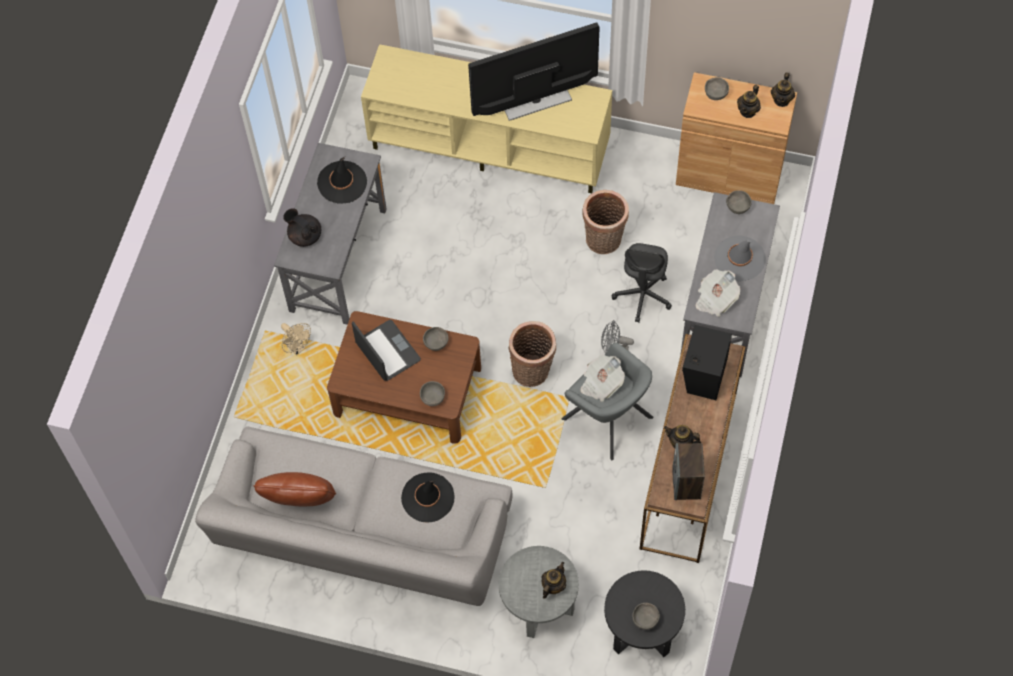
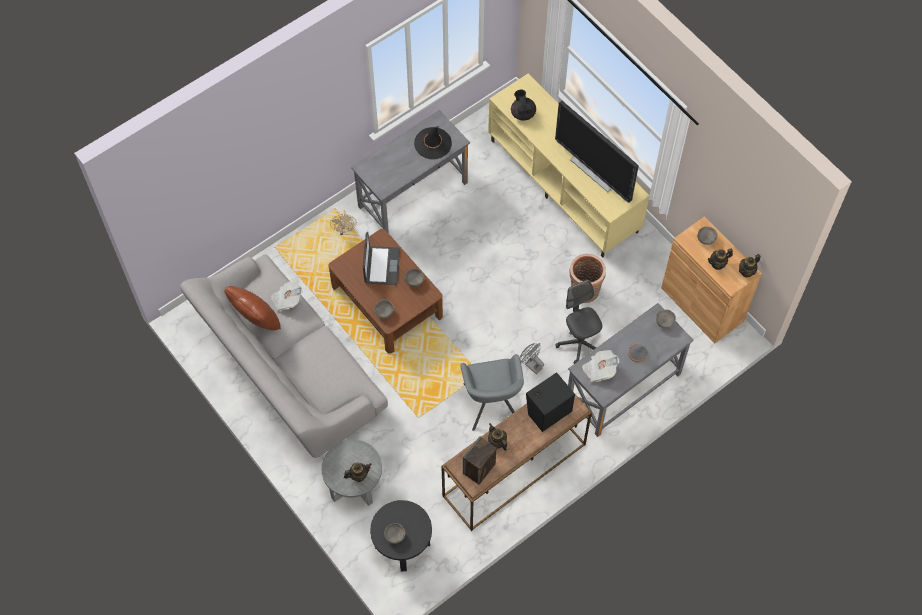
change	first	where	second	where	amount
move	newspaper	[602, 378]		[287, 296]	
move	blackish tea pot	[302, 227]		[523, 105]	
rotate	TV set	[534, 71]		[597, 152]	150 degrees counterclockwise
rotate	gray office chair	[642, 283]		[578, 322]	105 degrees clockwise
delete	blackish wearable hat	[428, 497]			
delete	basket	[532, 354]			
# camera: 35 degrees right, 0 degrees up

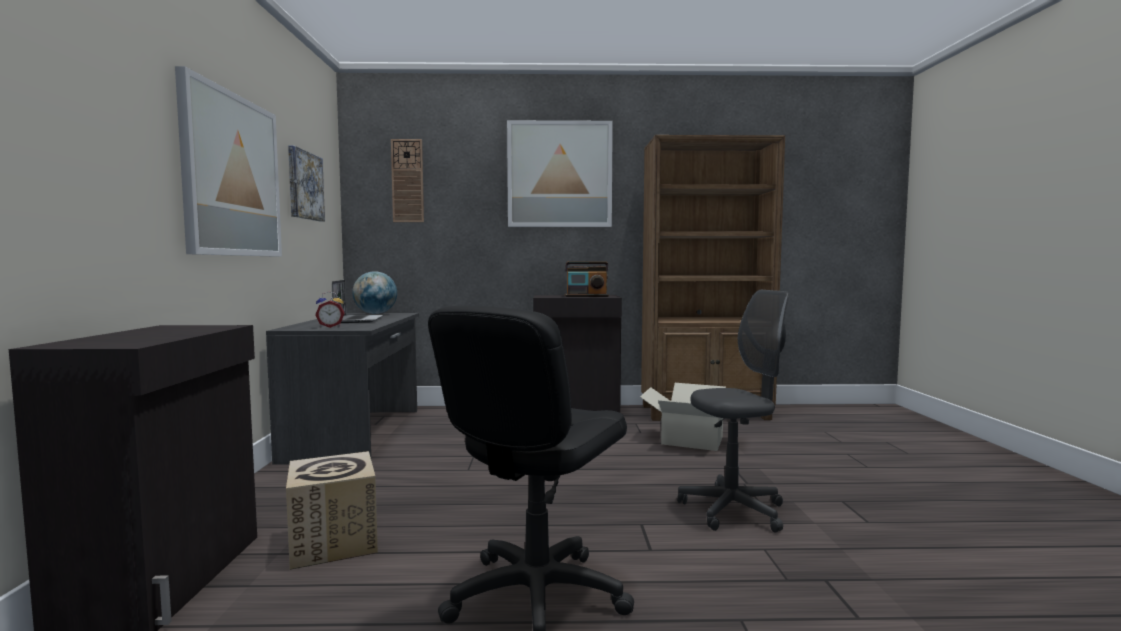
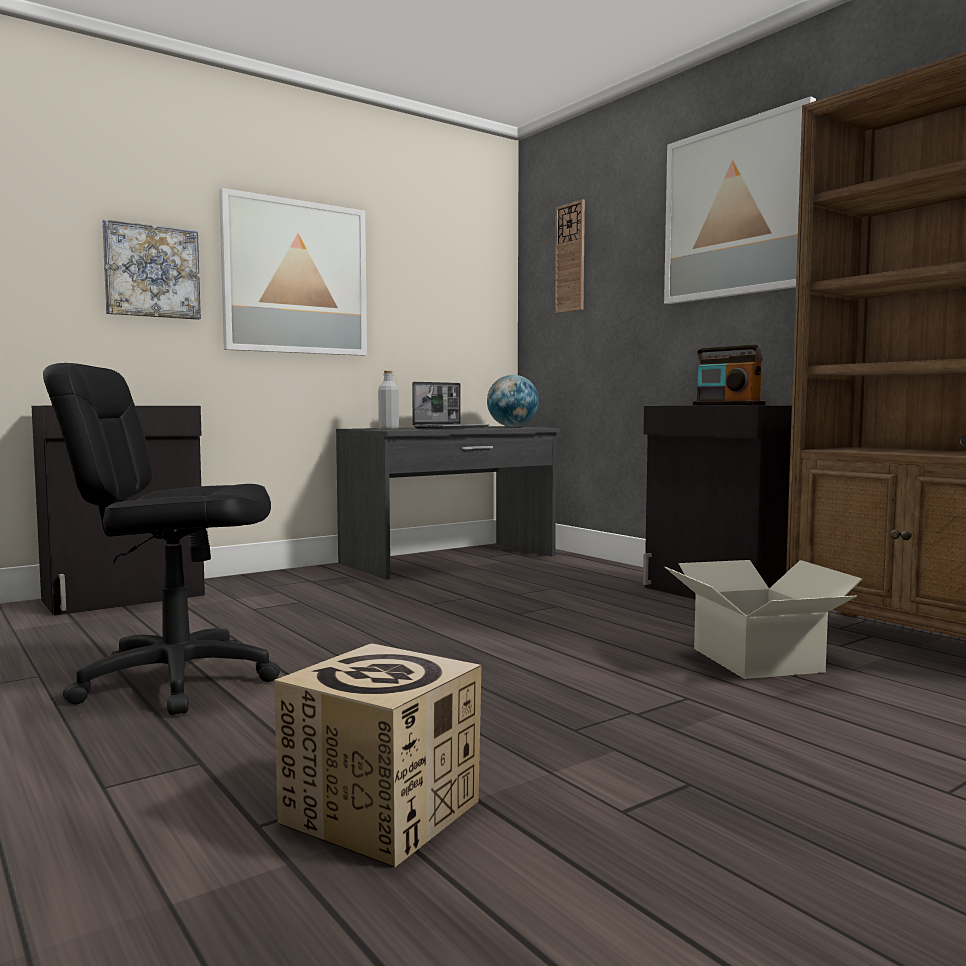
change	first	where	second	where	amount
move	wall art	[306, 183]		[151, 269]	
move	carton	[332, 510]		[377, 755]	
replace	table clock	[330, 309]	gray bottle	[388, 400]	
delete	gray office chair	[733, 411]			
# camera: 55 degrees right, 0 degrees up

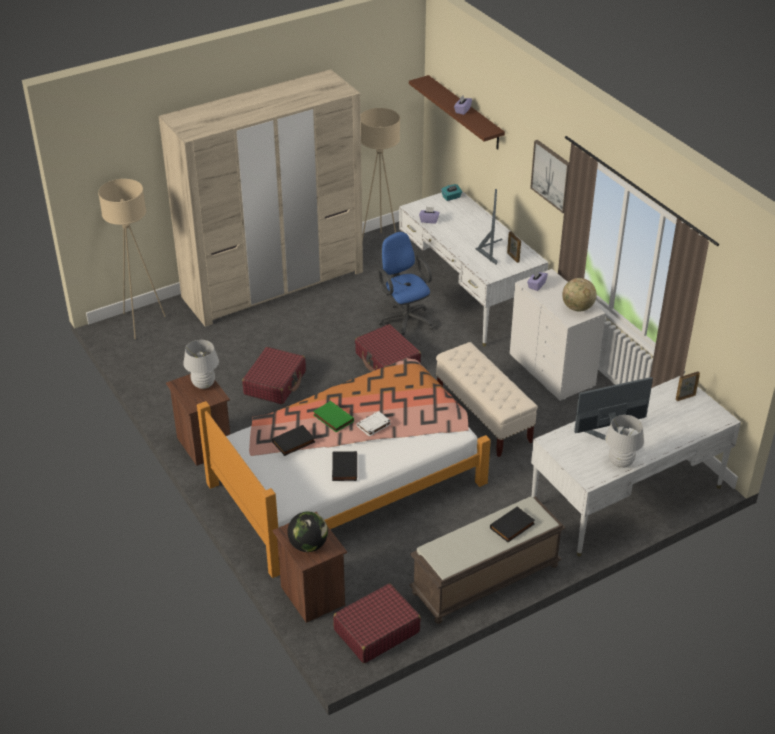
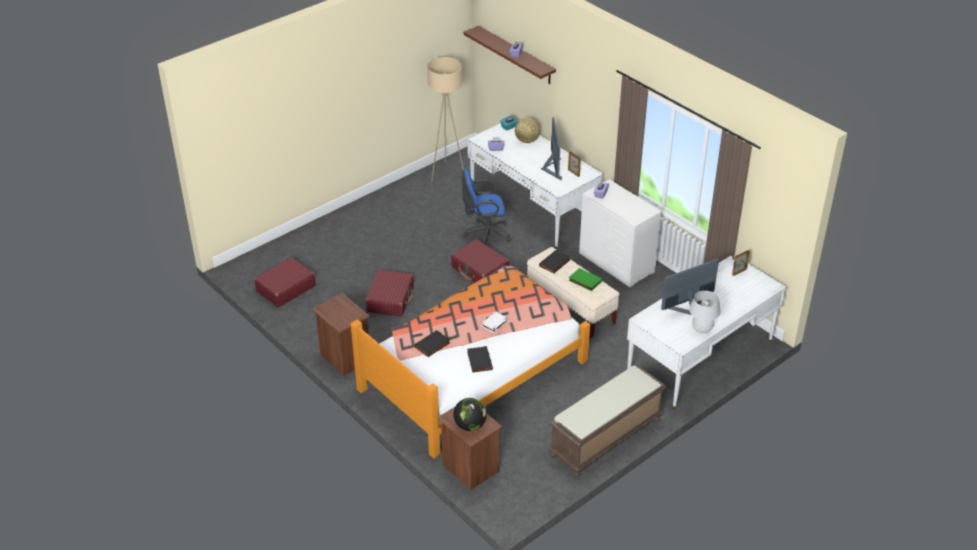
change	first	where	second	where	amount
move	reddish travel case	[377, 623]		[284, 282]	
rotate	blue office chair	[406, 284]		[486, 207]	60 degrees counterclockwise
move	globe	[579, 295]		[527, 130]	
move	blackish bound book	[512, 524]		[554, 261]	
move	green bound book	[333, 416]		[585, 279]	
delete	sand-coloured standard lamp	[132, 259]			
delete	sand-coloured clothes cupboard	[260, 198]			
delete	white lamp for a table	[201, 364]			
delete	wall art	[549, 176]			
# camera: 10 degrees left, 0 degrees up

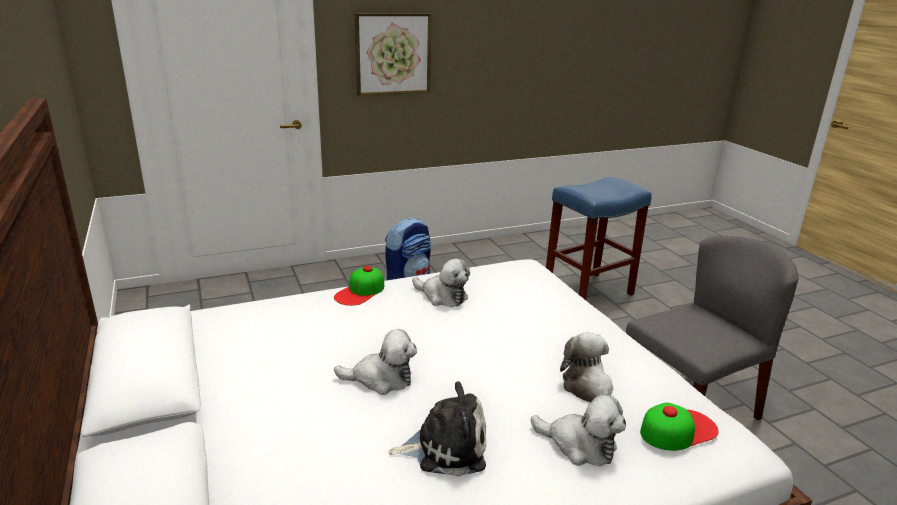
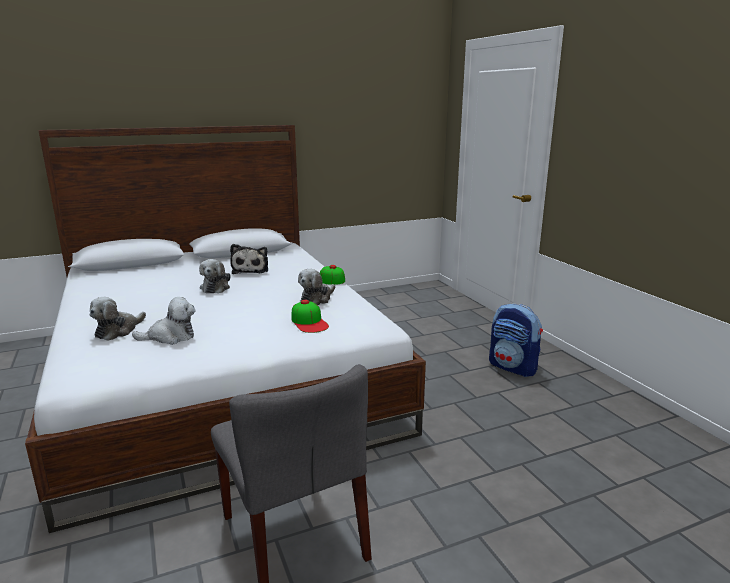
change	first	where	second	where	amount
move	cuddly toy	[437, 428]		[249, 259]	
move	peaked cap	[679, 427]		[310, 316]	
delete	wall art	[393, 54]			
delete	blue sitting stool	[599, 238]			
# camera: 90 degrees right, 5 degrees down

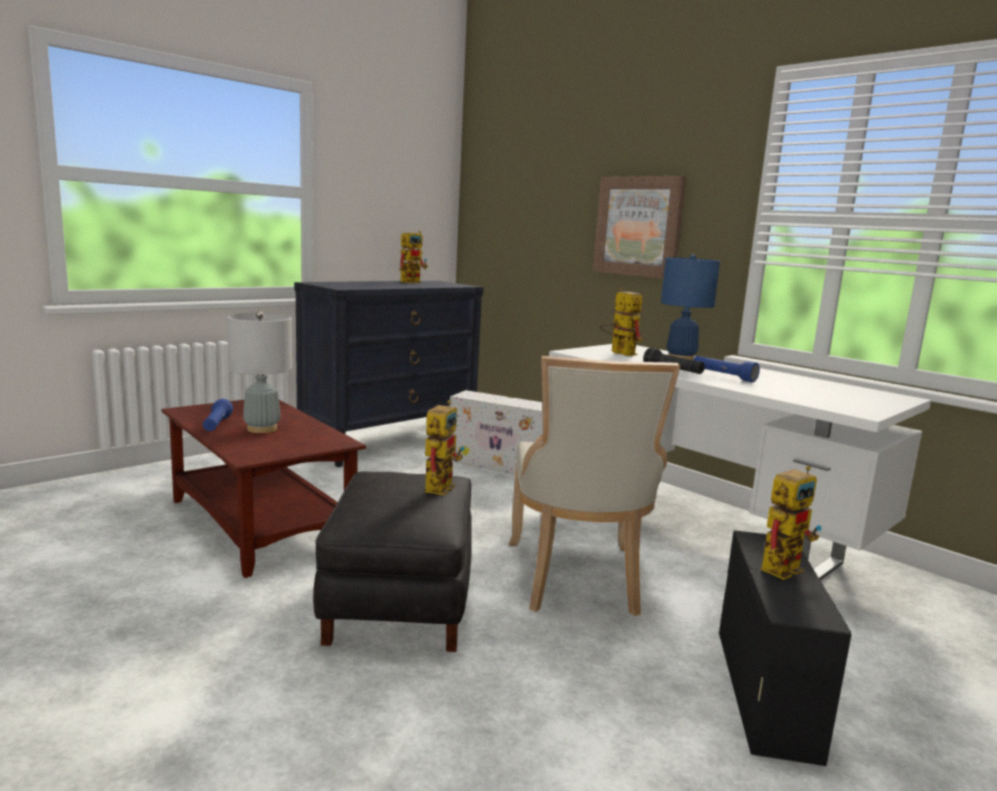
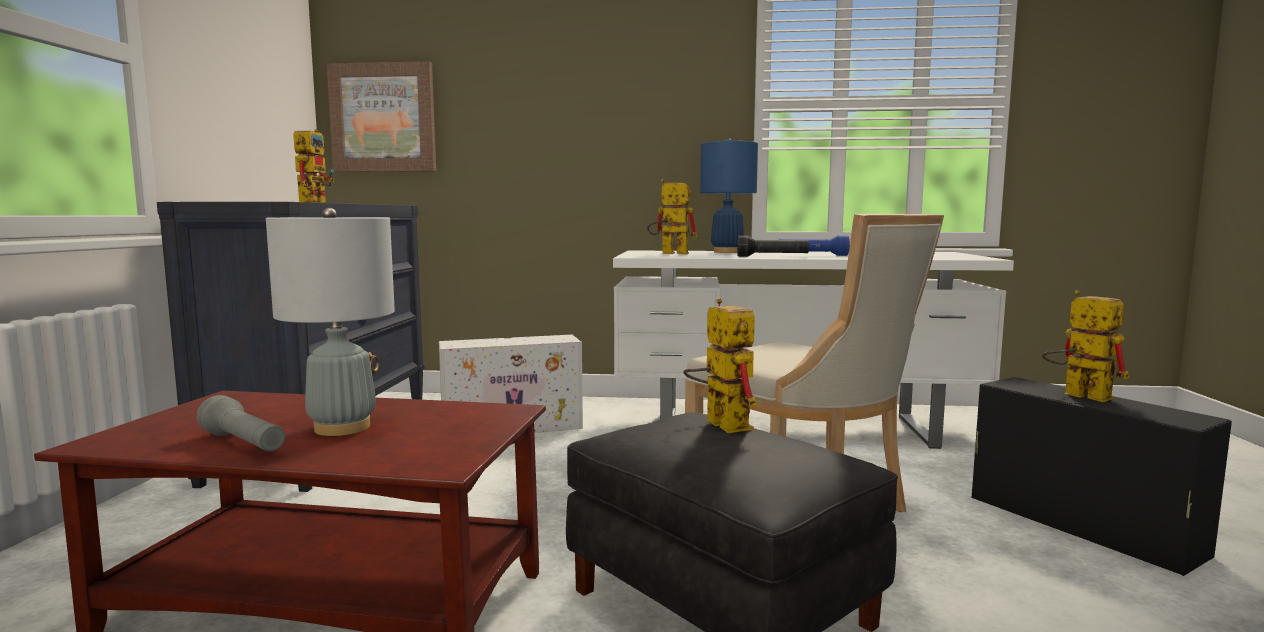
change	first	where	second	where	amount
recolor	blue torch	[218, 415]	gray torch	[241, 423]	
move	wall art	[639, 227]		[381, 116]	
rotate	robot figure	[791, 523]		[1086, 346]	45 degrees counterclockwise
# camera: 40 degrees left, 5 degrees down

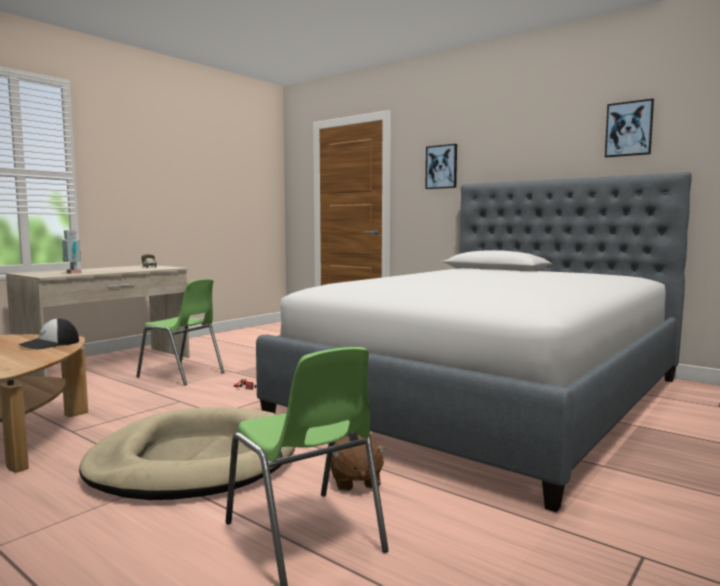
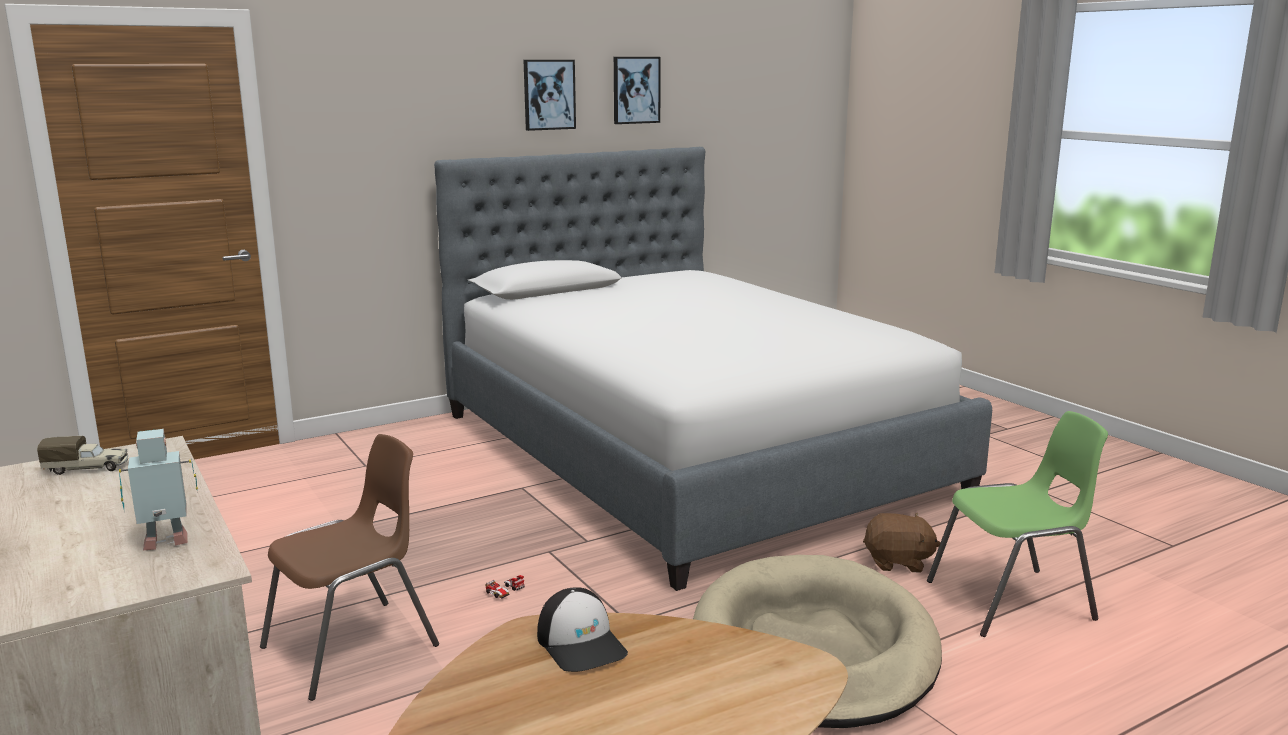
change	first	where	second	where	amount
recolor	green chair	[180, 332]	brown-coloured chair	[349, 567]	
move	wall art	[441, 166]		[550, 95]	
# camera: 70 degrees left, 10 degrees up

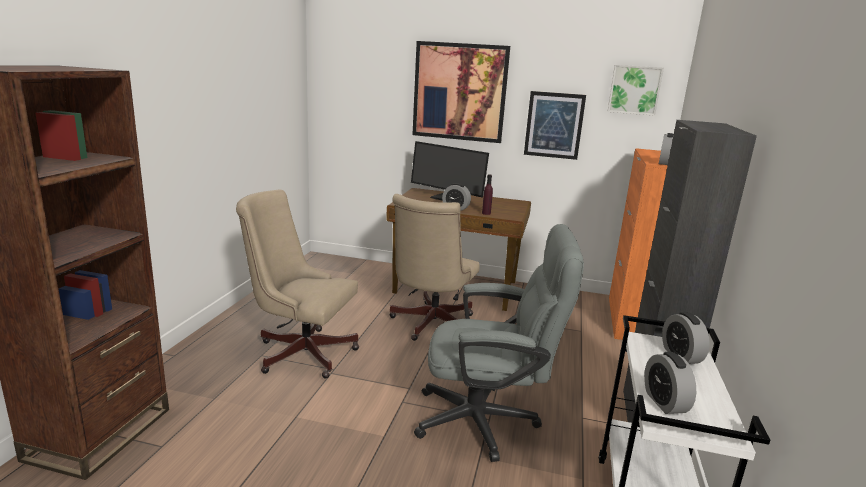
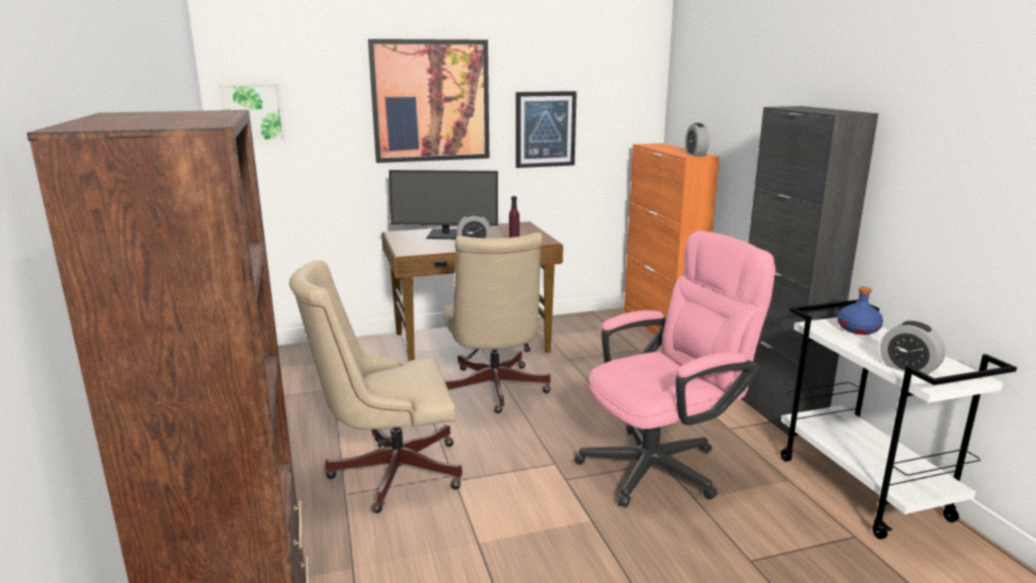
change	first	where	second	where	amount
move	wall art	[635, 90]		[251, 113]	
recolor	gray office chair	[499, 343]	pinkish office chair	[674, 368]	
replace	table clock	[686, 338]	blue bottle	[860, 311]	
# camera: 30 degrees left, 0 degrees up

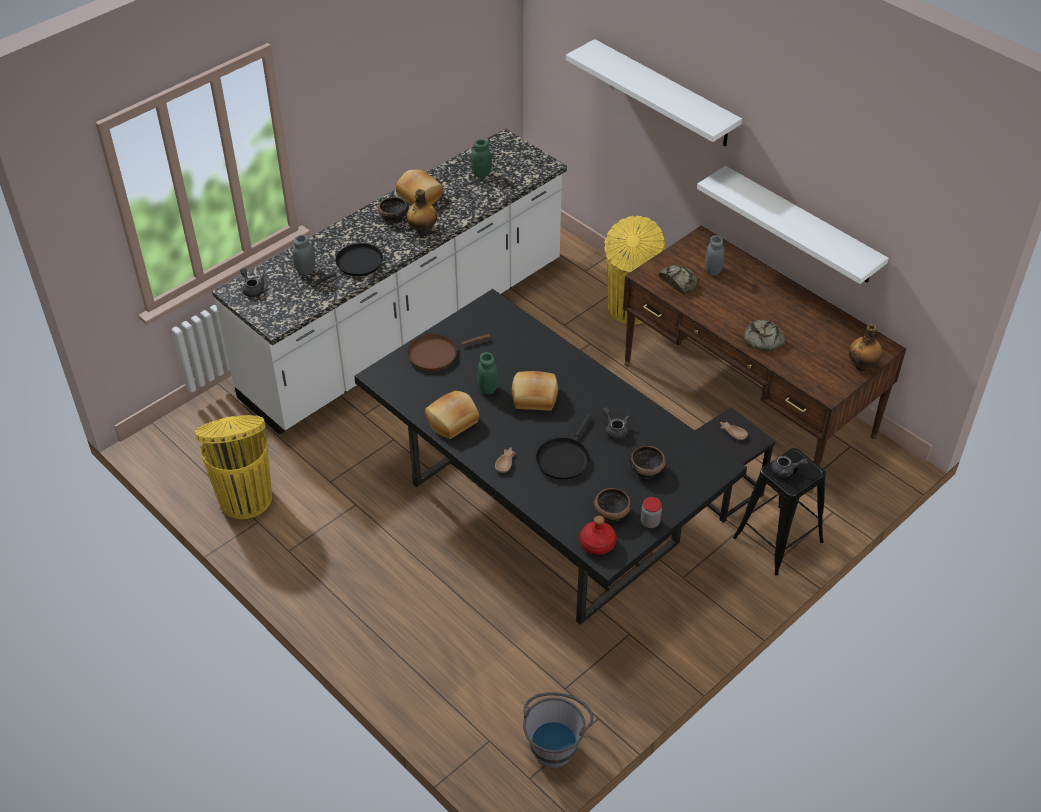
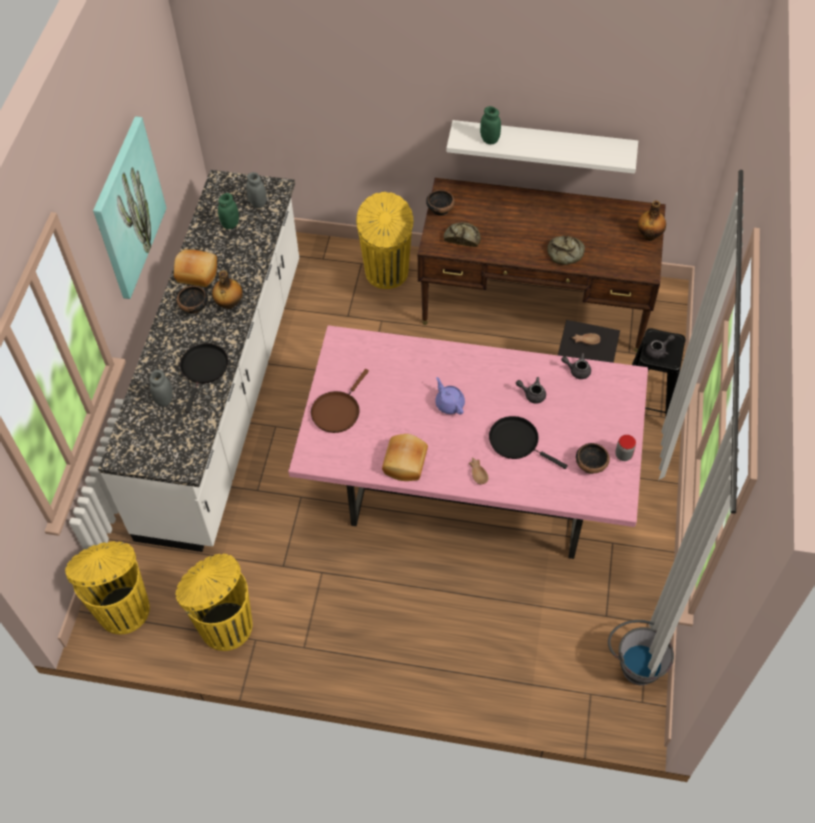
change	first	where	second	where	amount
insert			yellowish trash can	[107, 588]	
insert			wall art	[129, 207]	
move	gray jar	[715, 255]		[256, 190]	
recolor	blackish kitchen table	[550, 457]	pinkish kitchen table	[468, 442]	
move	deep dish	[647, 462]		[440, 203]	
replace	bakery bread	[535, 391]	purple-coloured tea pot	[450, 395]	
move	green jar	[487, 373]		[490, 125]	
rotate	blackish frying pan	[564, 447]		[528, 442]	135 degrees clockwise
move	gray tea pot	[252, 282]		[576, 366]	
delete	white wall shelf	[654, 92]			
delete	reddish bottle	[598, 535]			
# camera: 35 degrees left, 10 degrees up

